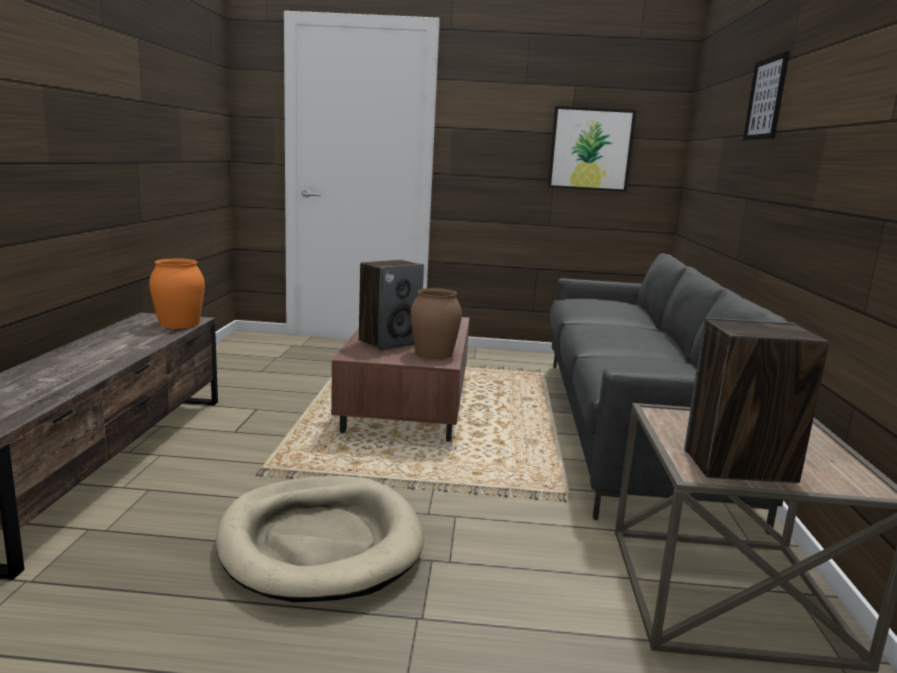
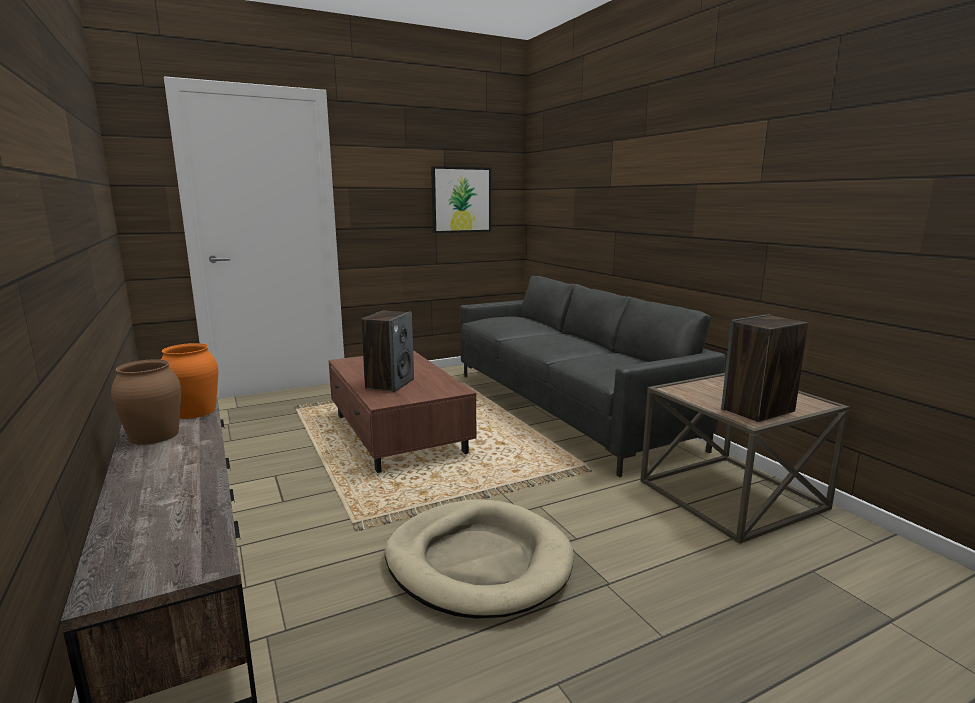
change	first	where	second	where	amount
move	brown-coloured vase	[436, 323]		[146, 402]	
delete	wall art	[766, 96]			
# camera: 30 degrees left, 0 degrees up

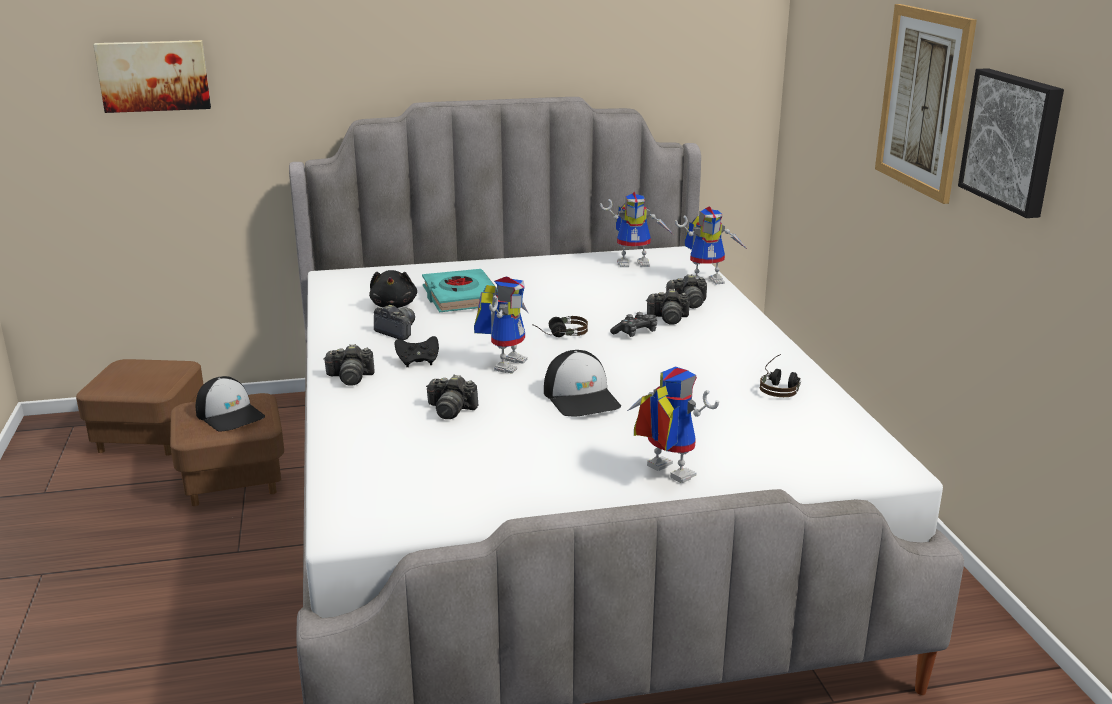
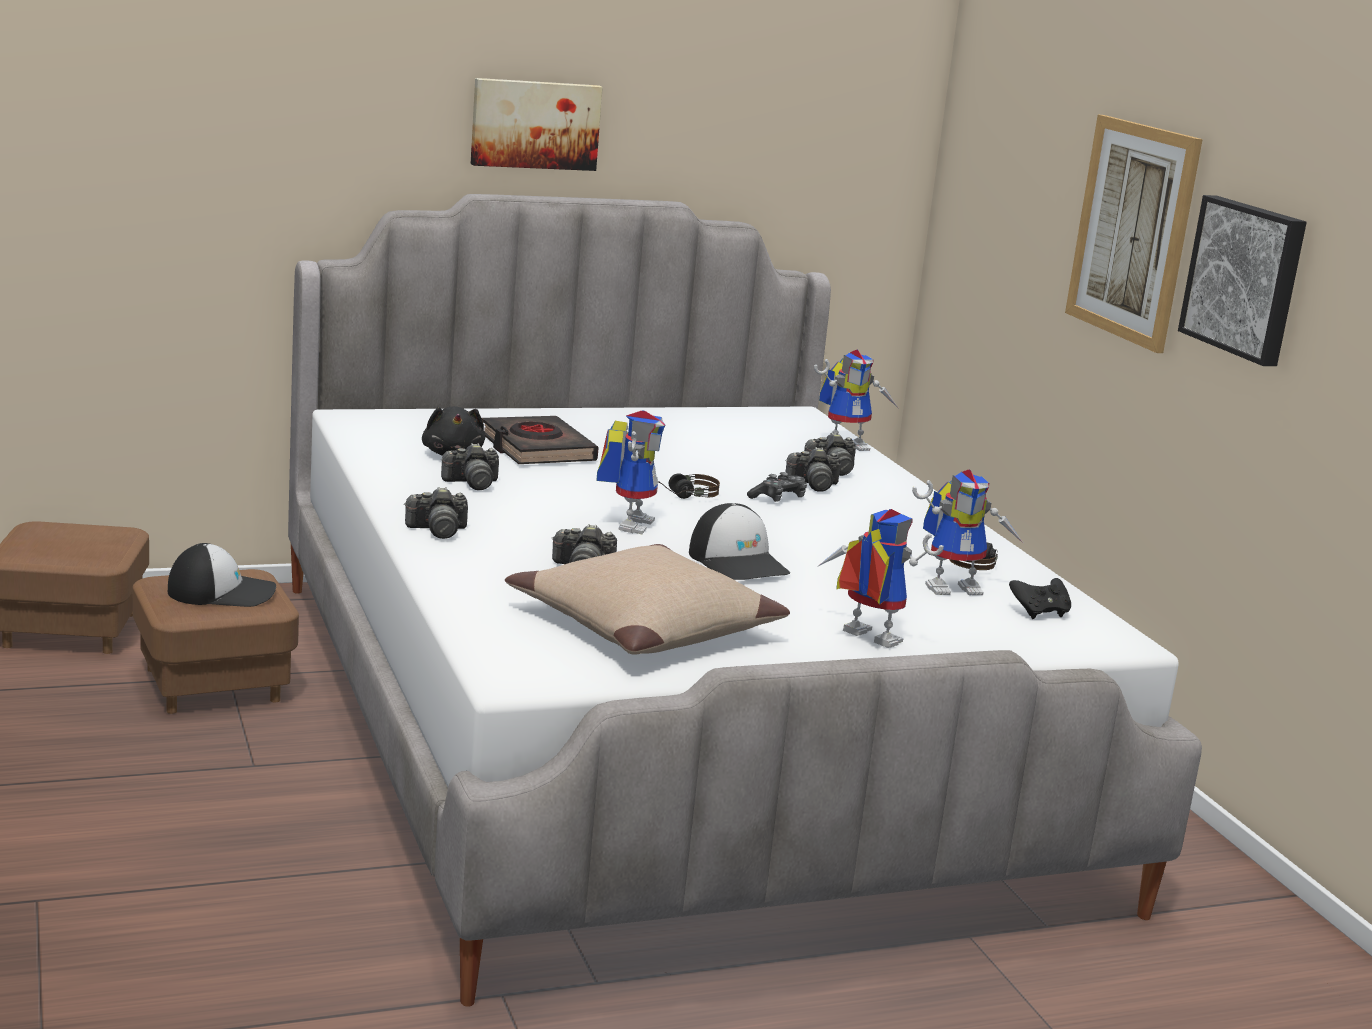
change	first	where	second	where	amount
rotate	peaked cap	[230, 404]		[222, 575]	45 degrees counterclockwise
rotate	photo camera	[394, 322]		[470, 466]	135 degrees clockwise
move	wall art	[152, 76]		[537, 124]	
recolor	turquoise-coloured bound book	[459, 290]	blackish bound book	[540, 440]	
insert			sand-coloured pillow	[647, 599]	
move	robot figure	[637, 229]		[968, 532]	
move	blackish joypad	[417, 351]		[1040, 598]	
# camera: 10 degrees left, 5 degrees down

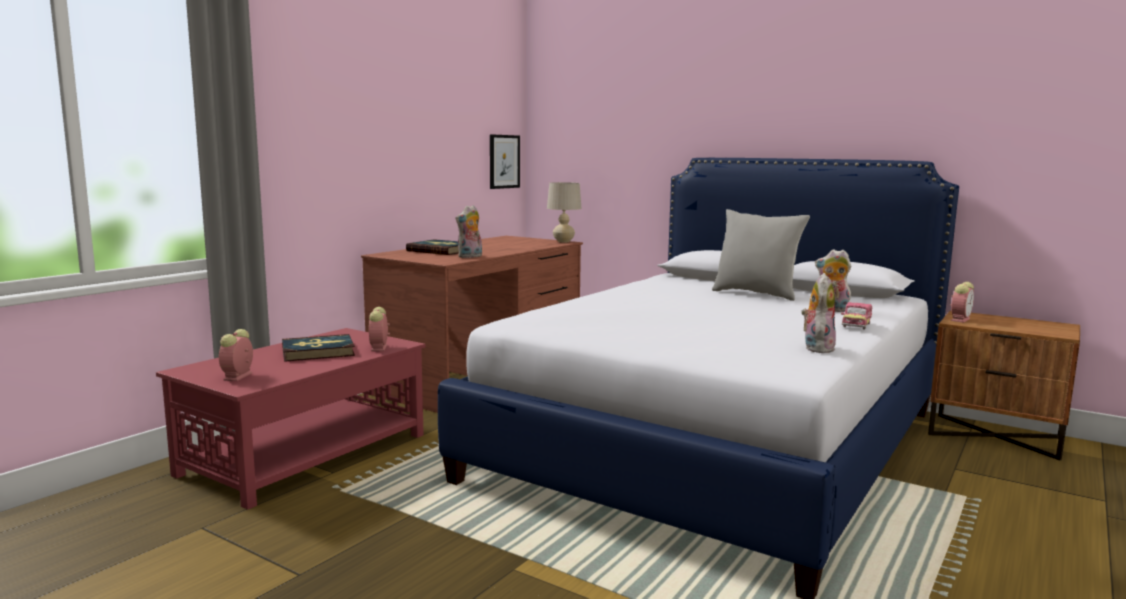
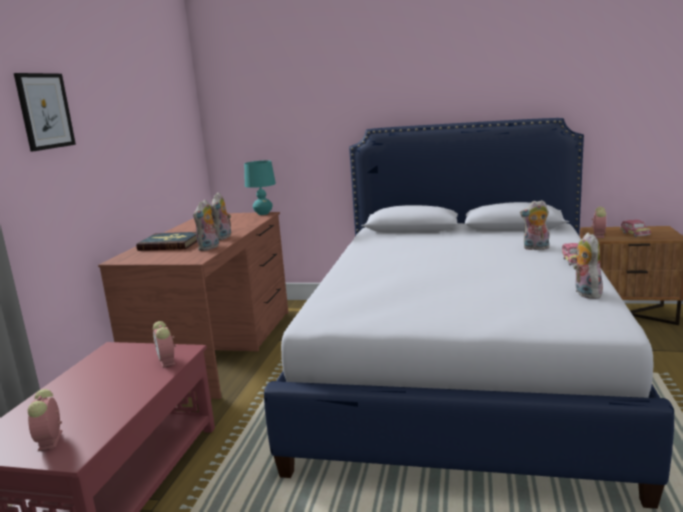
change	first	where	second	where	amount
move	wall art	[505, 161]		[45, 112]	
insert			cuddly toy	[221, 216]	
recolor	sand-coloured lamp for a table	[564, 212]	turquoise-coloured lamp for a table	[260, 187]	
insert			toy car	[635, 228]	
delete	bound book	[318, 348]			
delete	gray pillow	[761, 255]			
# camera: 20 degrees left, 5 degrees up

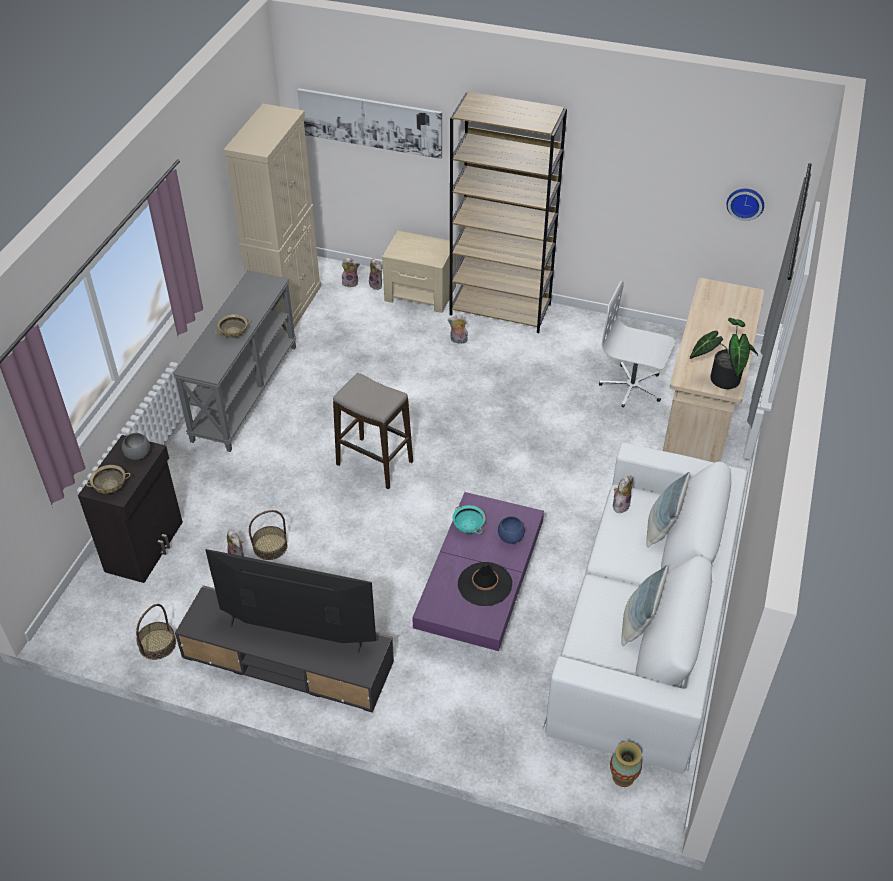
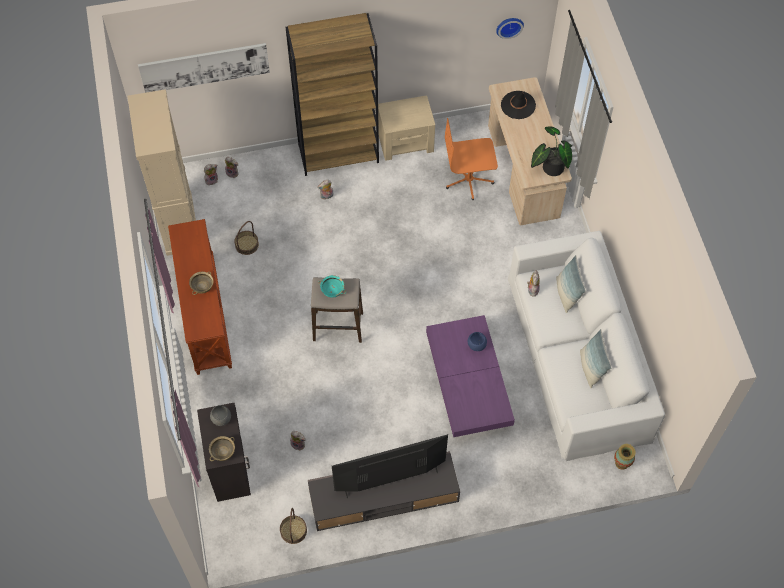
change	first	where	second	where	amount
recolor	gray narrow table	[234, 361]	brown-coloured narrow table	[200, 297]	
move	basket	[268, 535]		[246, 238]	
move	turquoise-coloured deep dish	[469, 519]		[332, 286]	
move	sand-coloured nightstand	[419, 272]		[406, 128]	
recolor	white office chair	[637, 344]	orange office chair	[471, 159]	
move	blackish wearable hat	[485, 584]		[518, 105]	
# camera: 30 degrees left, 15 degrees up

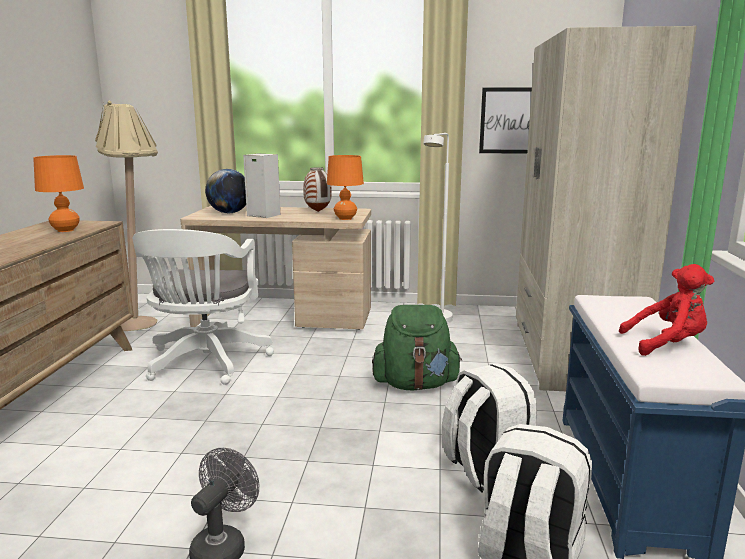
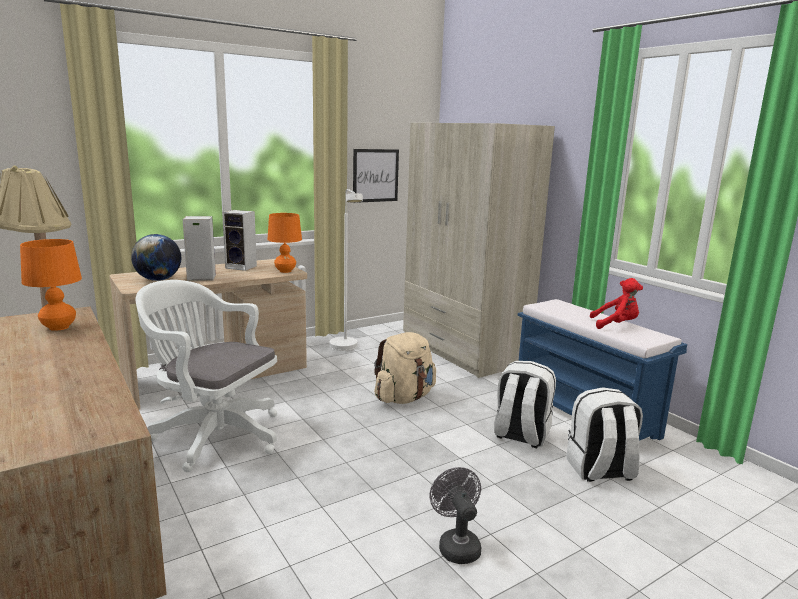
change	first	where	second	where	amount
rotate	white office chair	[203, 307]		[206, 376]	150 degrees clockwise
replace	vase	[317, 189]	loudspeaker	[239, 240]	
recolor	green backpack	[417, 348]	sand-coloured backpack	[405, 368]	
rotate	reddish cuddly toy	[666, 310]		[616, 303]	45 degrees clockwise
# camera: 40 degrees left, 0 degrees up

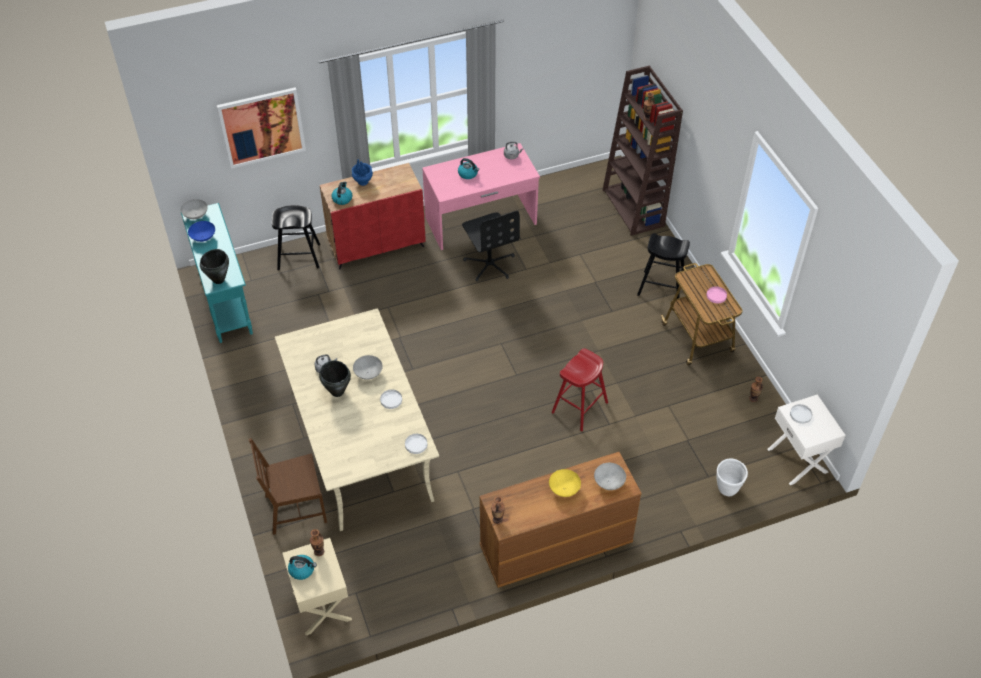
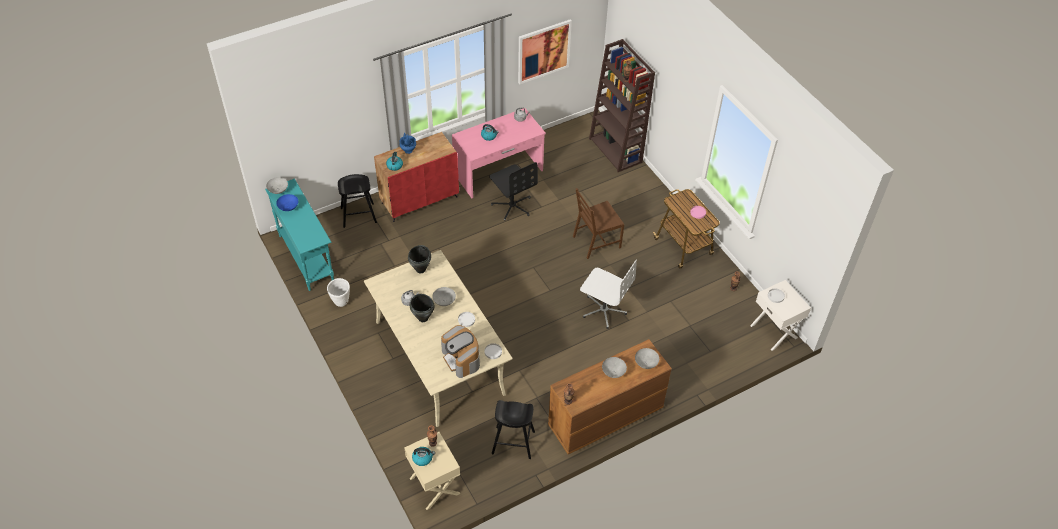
change	first	where	second	where	amount
move	white flower pot	[732, 477]		[338, 292]	
move	blackish stockpot	[214, 266]		[419, 259]	
insert			coffee brewer	[460, 351]	
move	blackish sitting stool	[663, 266]		[513, 429]	
move	wall art	[261, 128]		[545, 52]	
move	brown-coloured chair	[288, 486]		[598, 223]	
replace	reddish sitting stool	[580, 389]	white office chair	[608, 294]	
recolor	yellowish deep dish	[565, 483]	gray deep dish	[614, 367]	
# camera: 10 degrees left, 0 degrees up

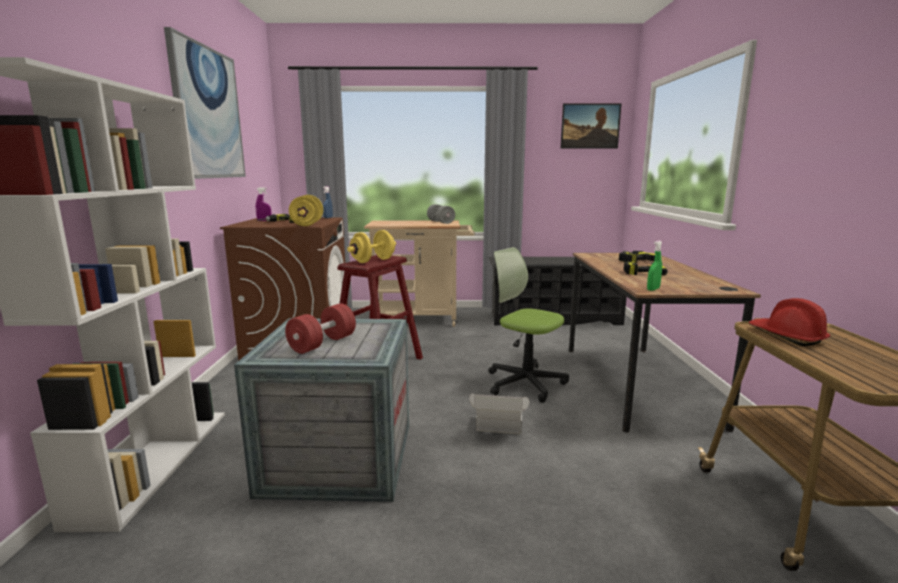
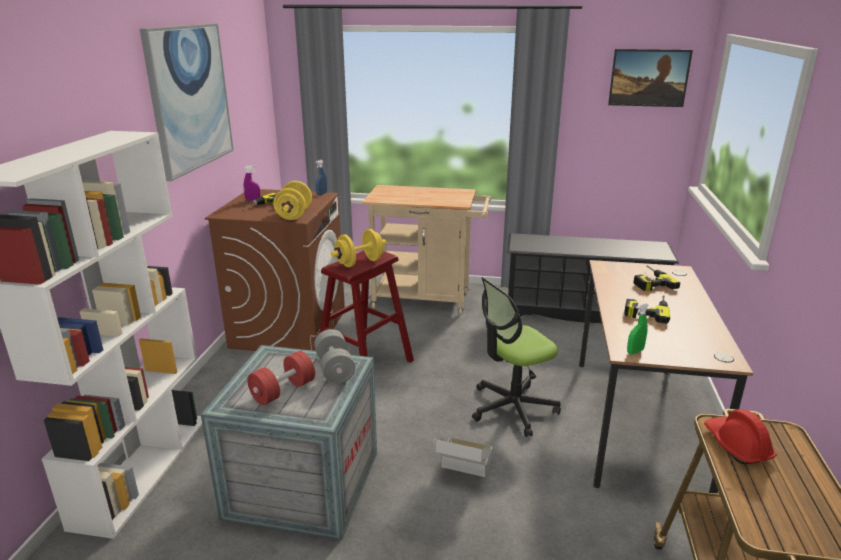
change	first	where	second	where	amount
move	gray dumbbell	[441, 214]		[334, 356]	
rotate	office chair	[528, 325]		[516, 357]	75 degrees counterclockwise
# camera: 10 degrees right, 10 degrees up

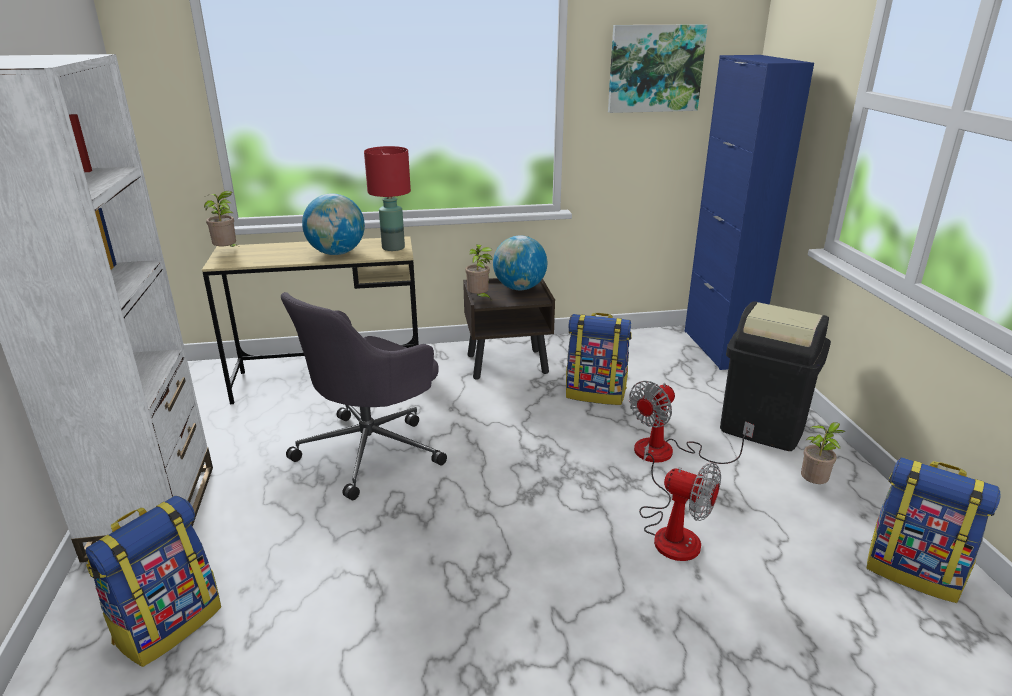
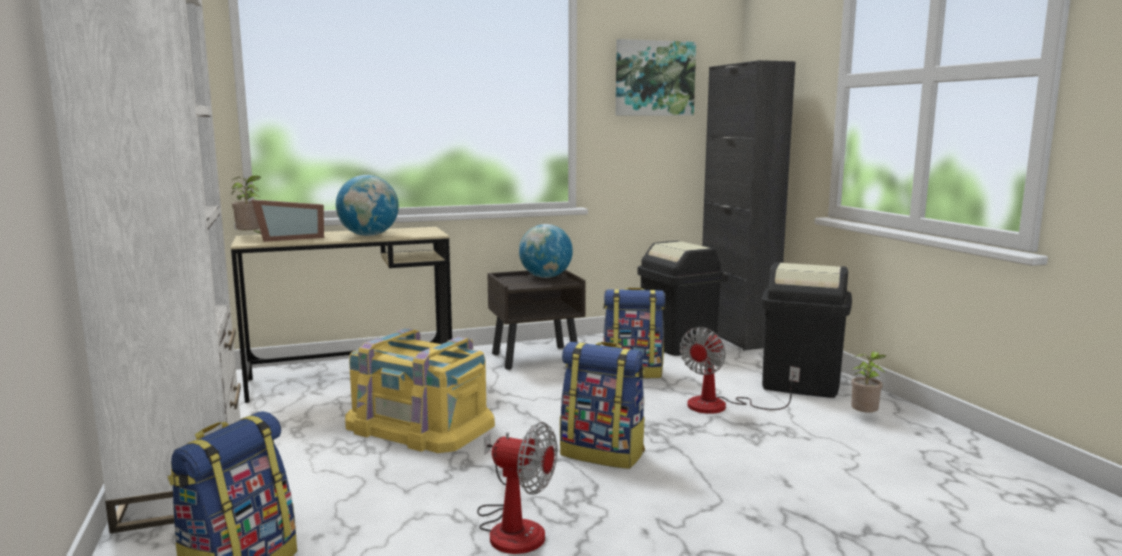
change	first	where	second	where	amount
insert			picture frame	[287, 220]	
replace	gray office chair	[364, 396]	yellowish storage container	[420, 390]	
move	electric fan	[680, 502]		[517, 488]	
move	backpack	[934, 530]		[602, 405]	
insert			blackish trash can	[681, 298]	
recolor	blue storage cabinet	[749, 212]	blackish storage cabinet	[748, 205]	
delete	reddish lamp for a table	[387, 198]			
delete	plant in a pot	[479, 272]			
# camera: 10 degrees left, 15 degrees down

